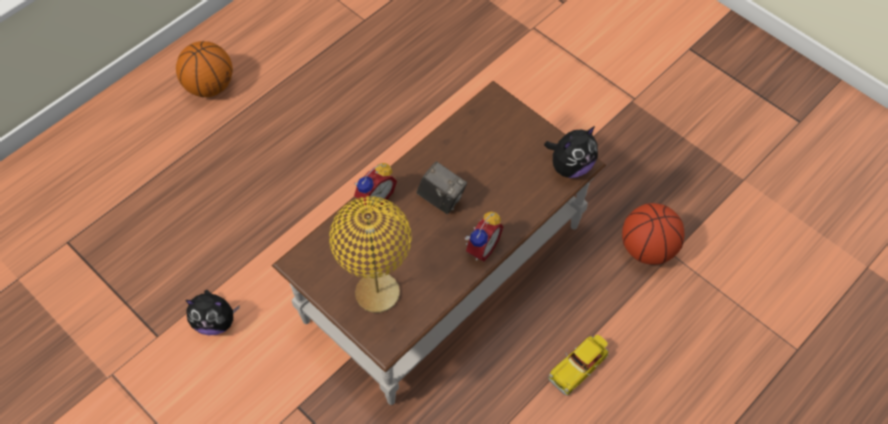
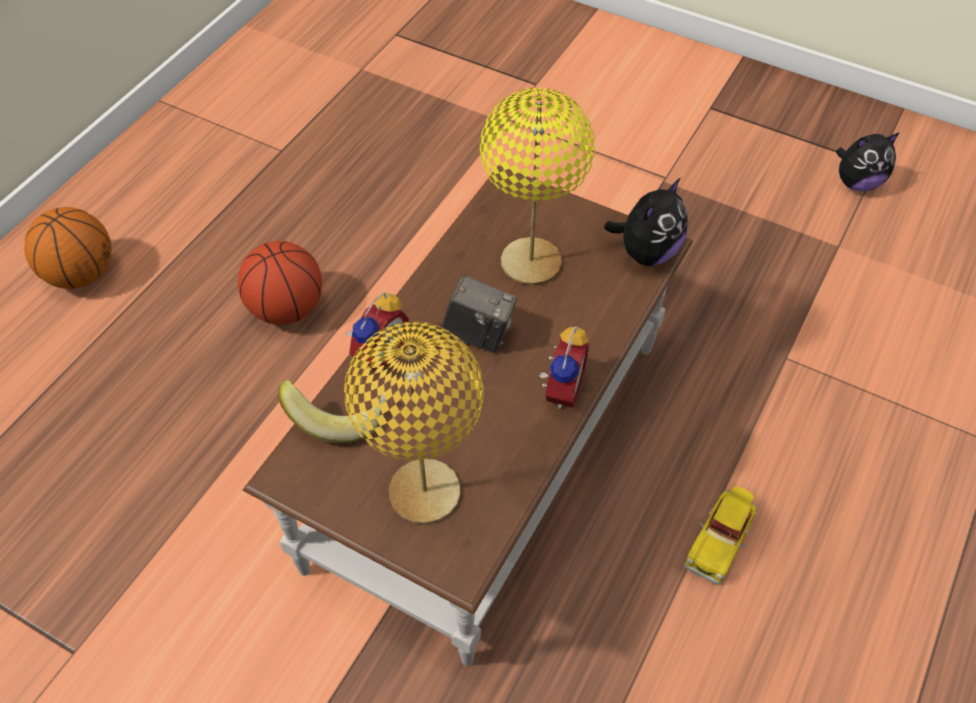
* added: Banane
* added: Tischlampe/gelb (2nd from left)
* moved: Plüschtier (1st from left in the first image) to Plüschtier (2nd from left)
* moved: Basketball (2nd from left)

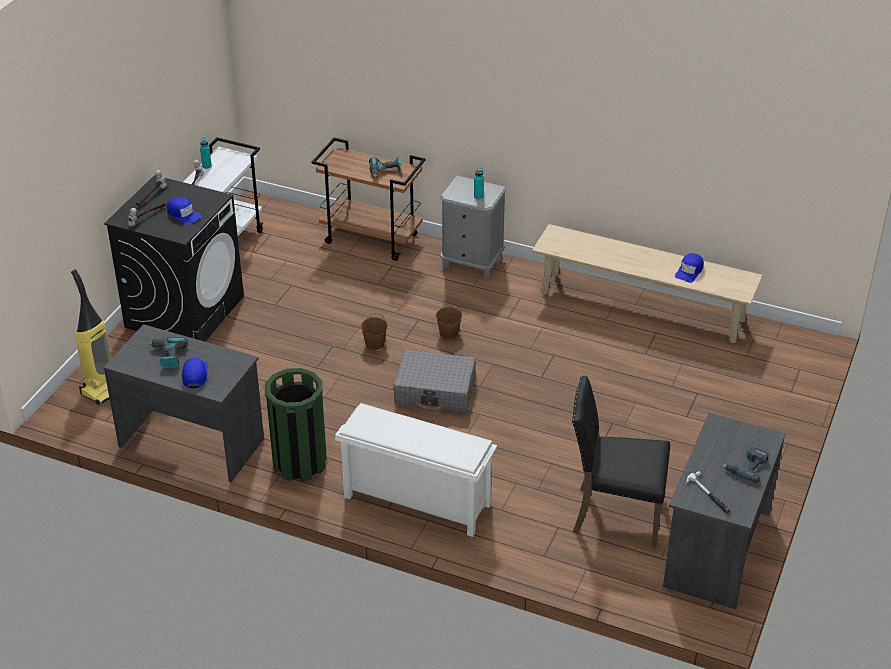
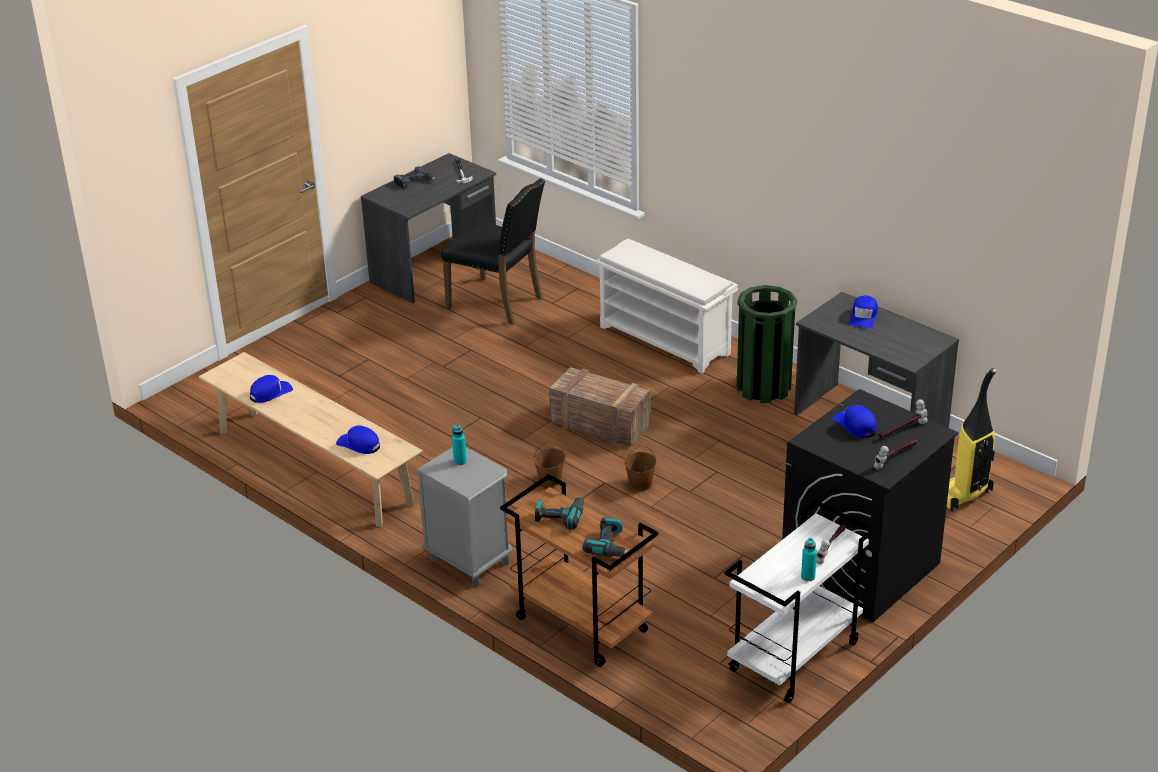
* added: Kappe/blau (2nd from left)
* moved: Bohrmaschine (1st from left in the first image) to Bohrmaschine (3rd from left)
* replaced: Koffer/grau to Kiste

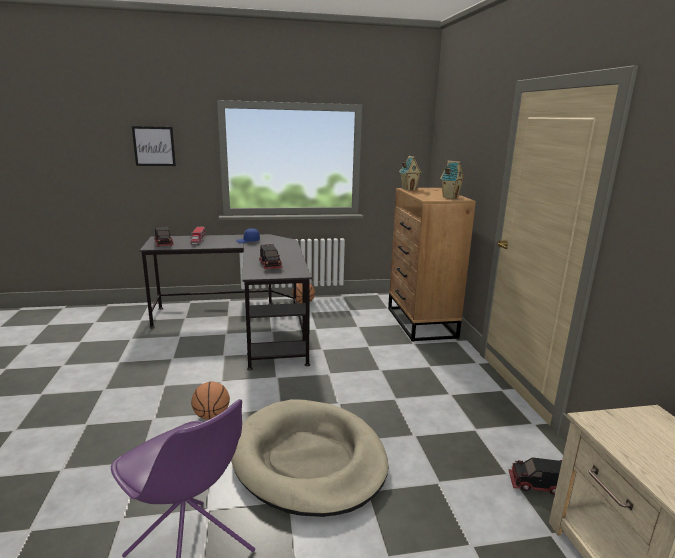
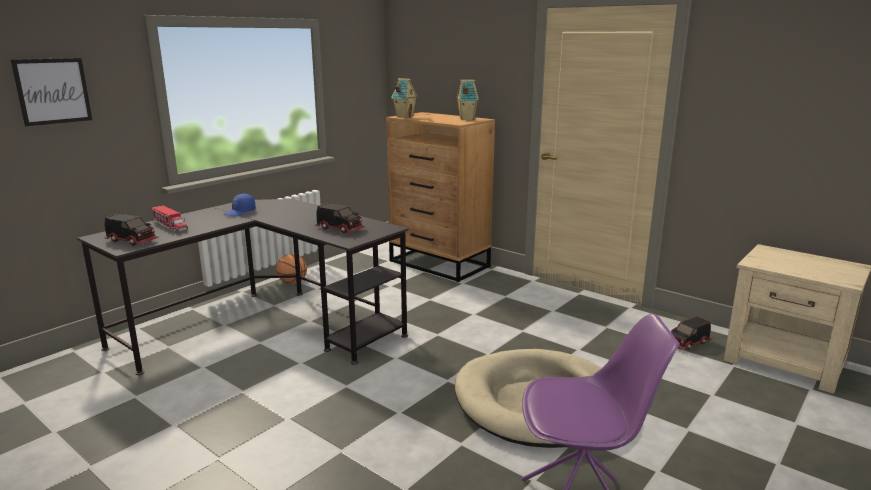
* removed: Basketball (1st from left)

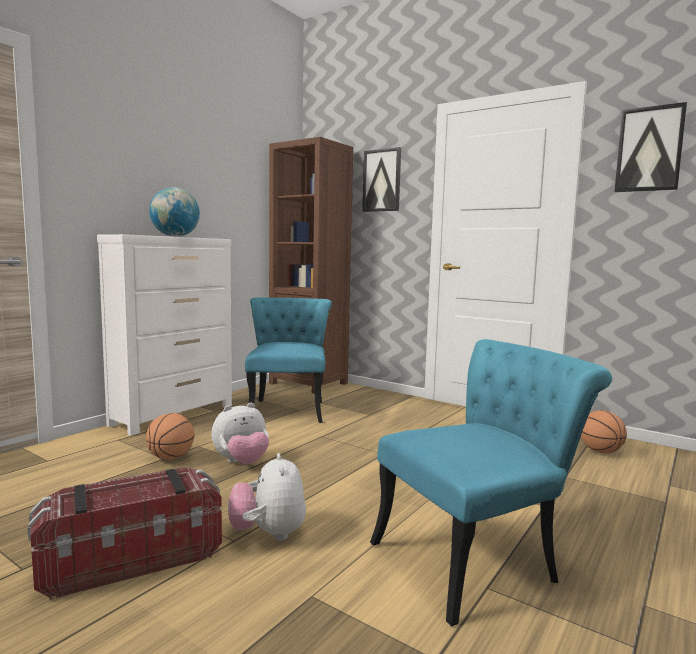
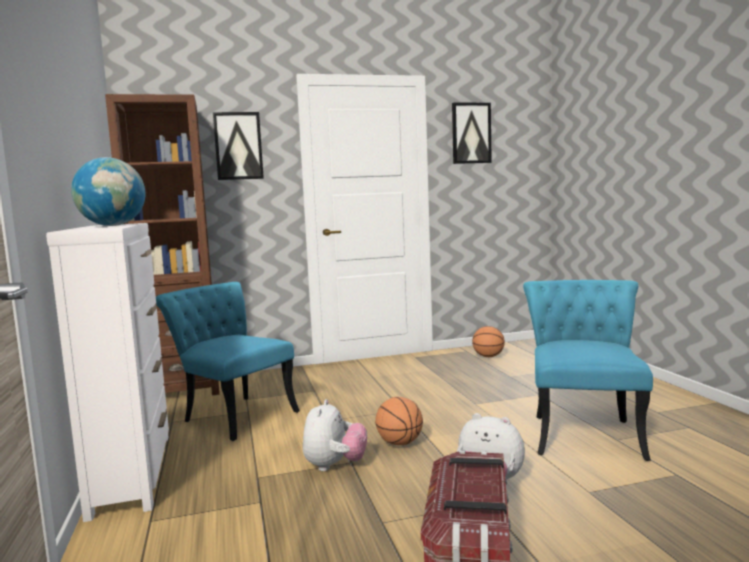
* moved: Basketball (1st from left)

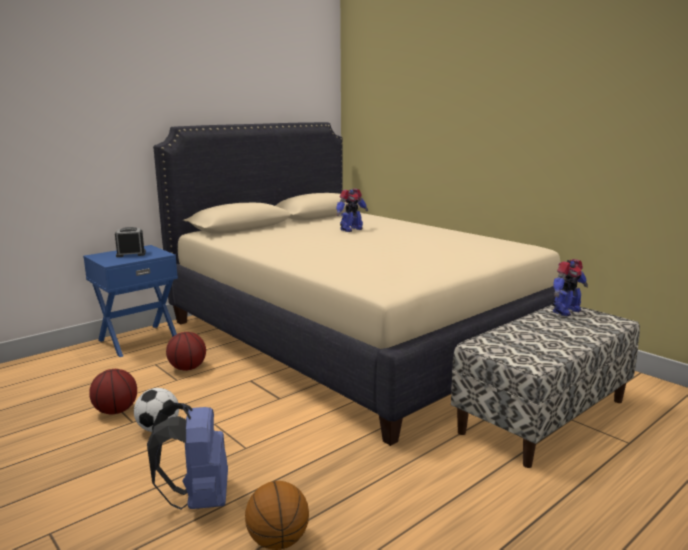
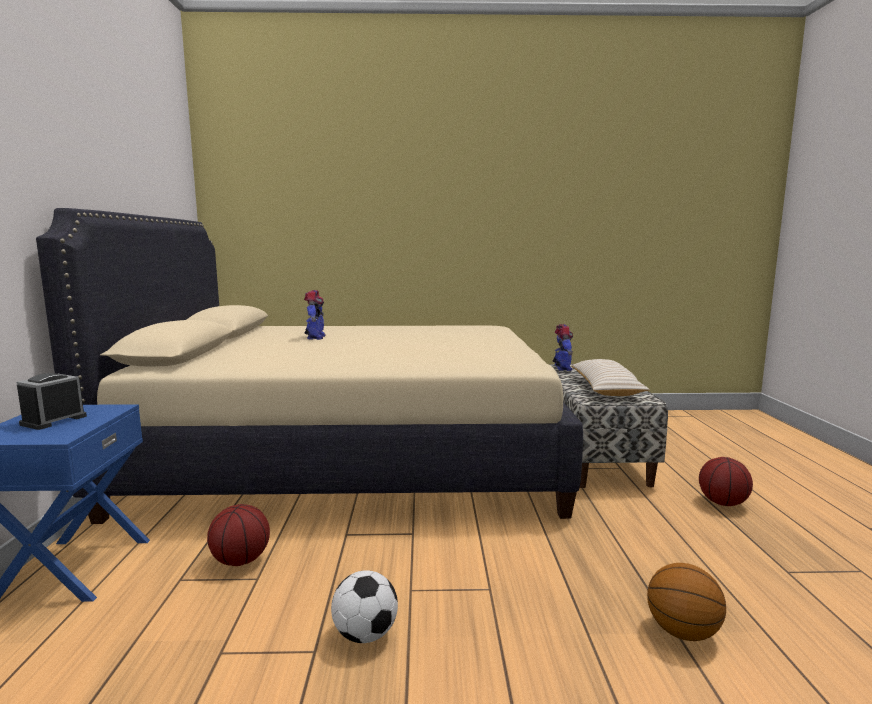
* removed: Rucksack/blau
* added: Kissen/beige
* moved: Basketball (1st from left in the first image) to Basketball (3rd from left)

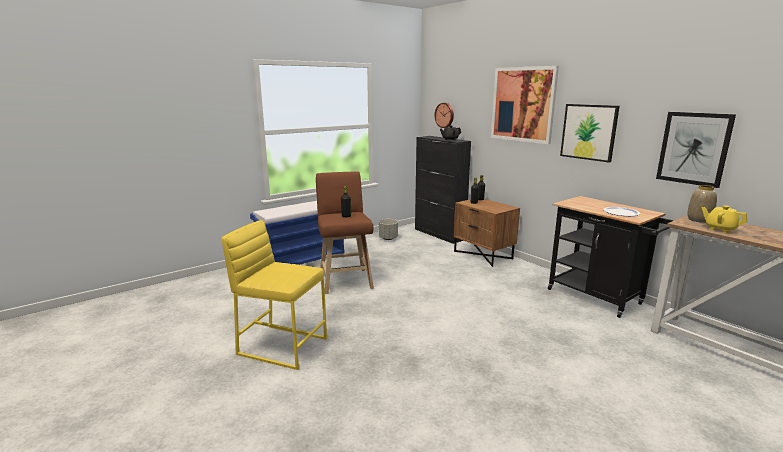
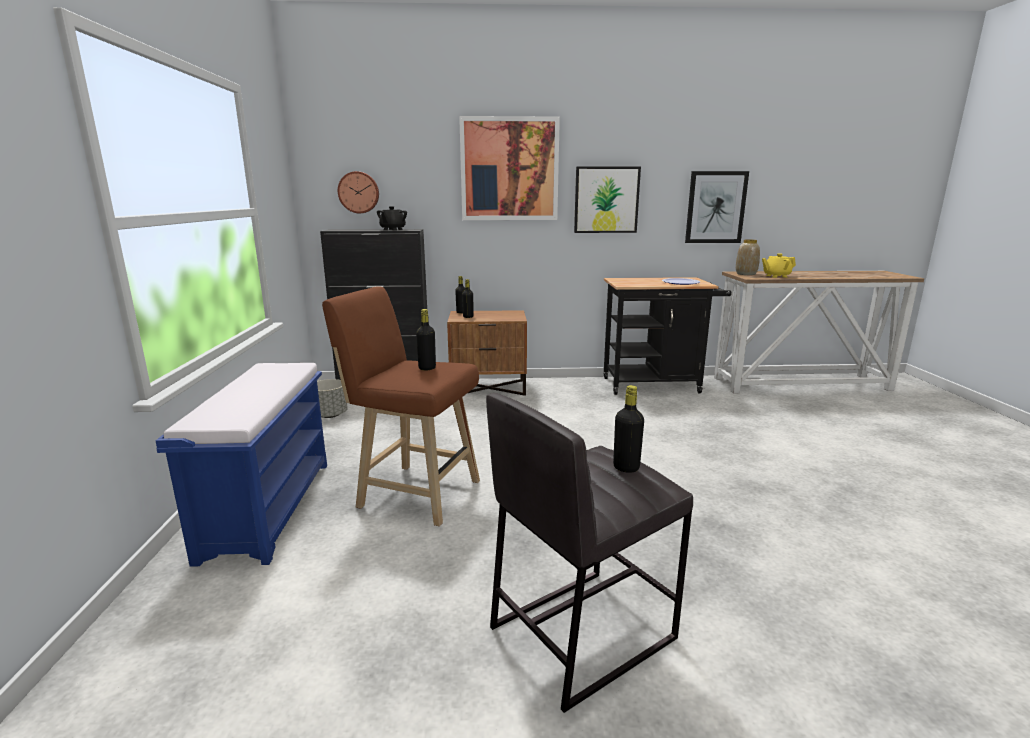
* added: Flasche/schwarz (4th from left)
* recoloured: Hocker/gelb to Hocker/grau

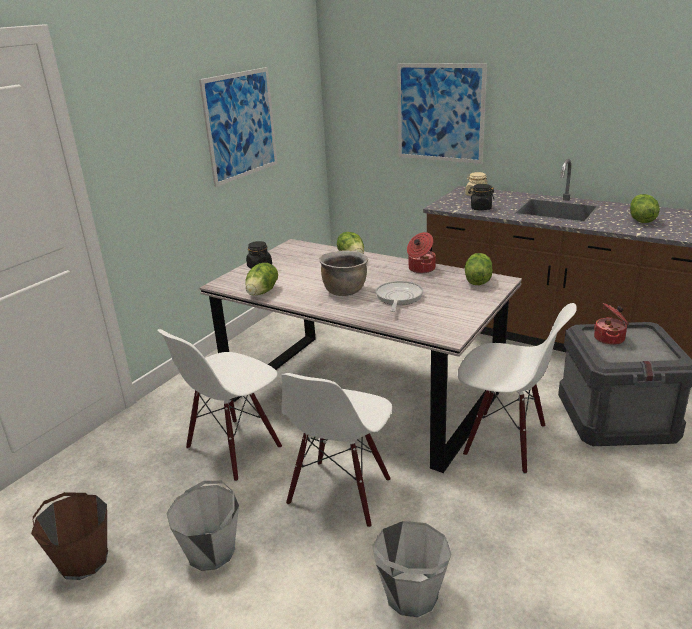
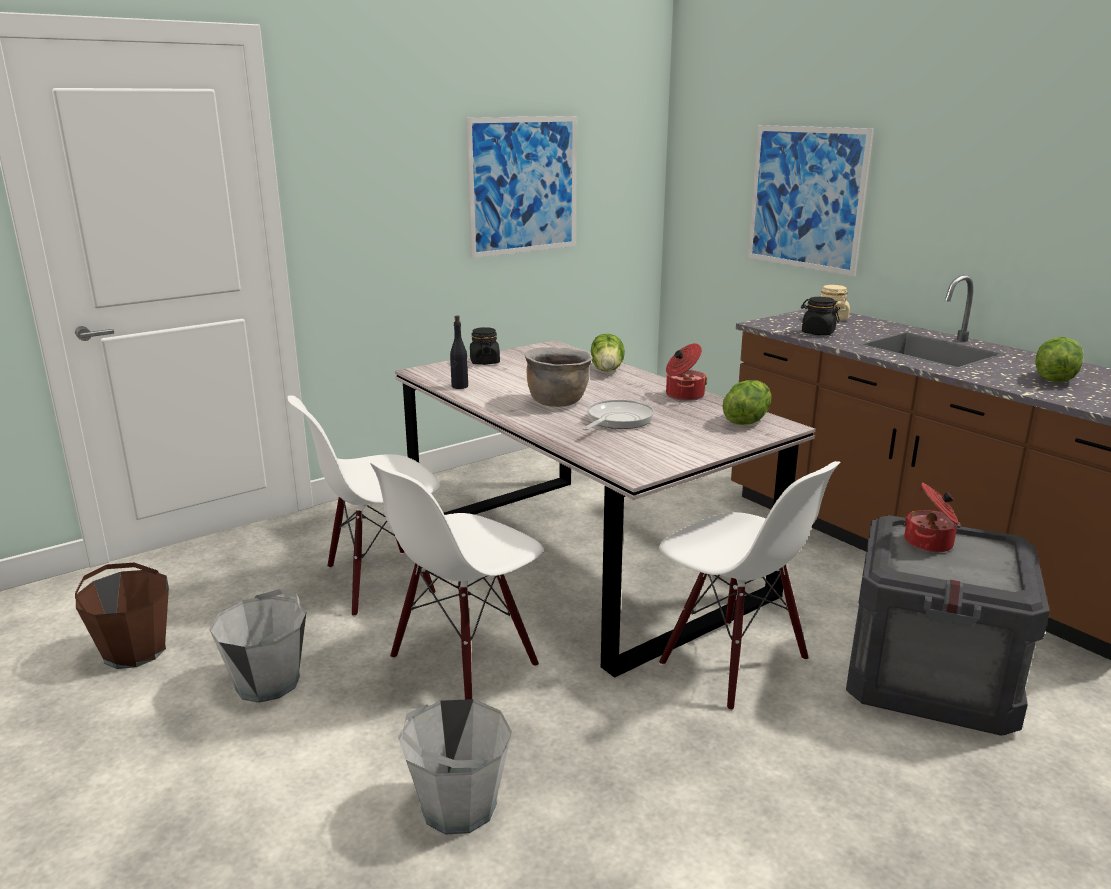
* replaced: Salatkopf (1st from left) to Flasche/schwarz

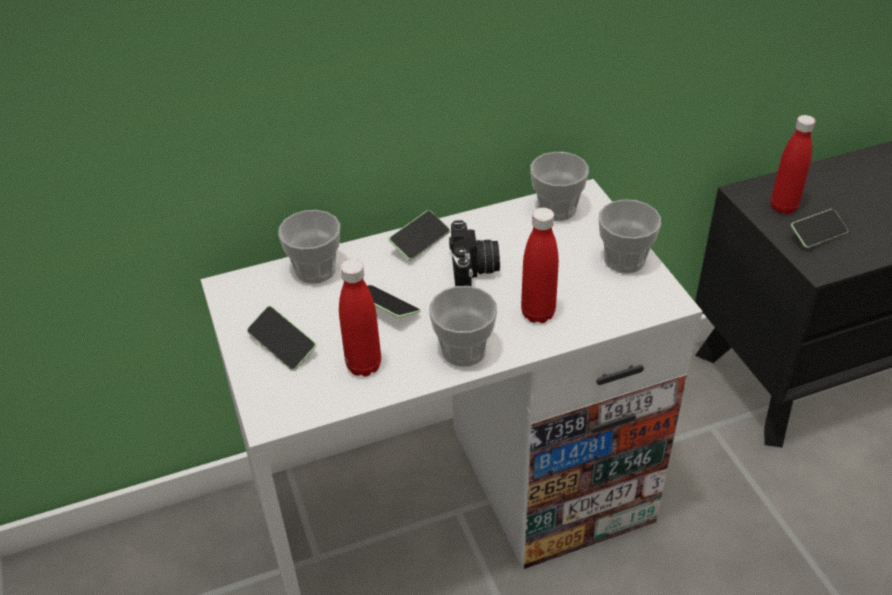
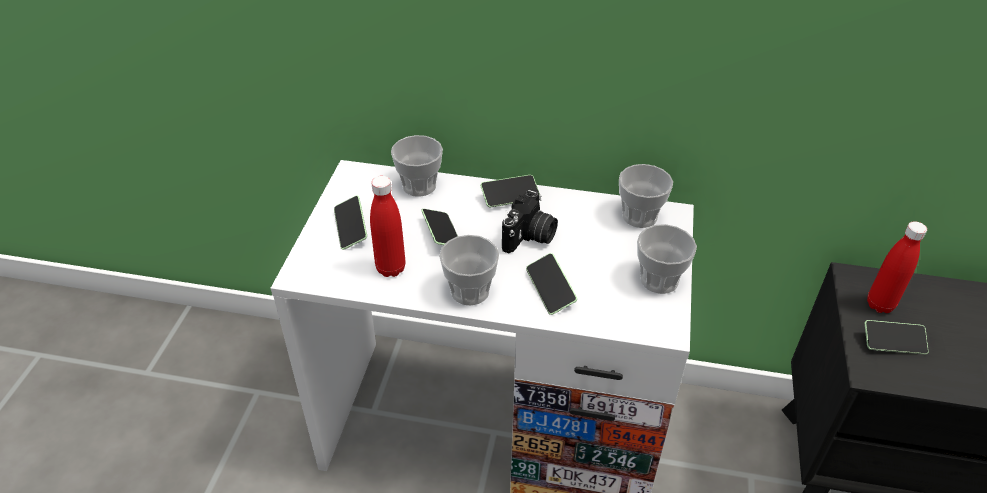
* replaced: Flasche/rot (2nd from left) to Handy (4th from left)

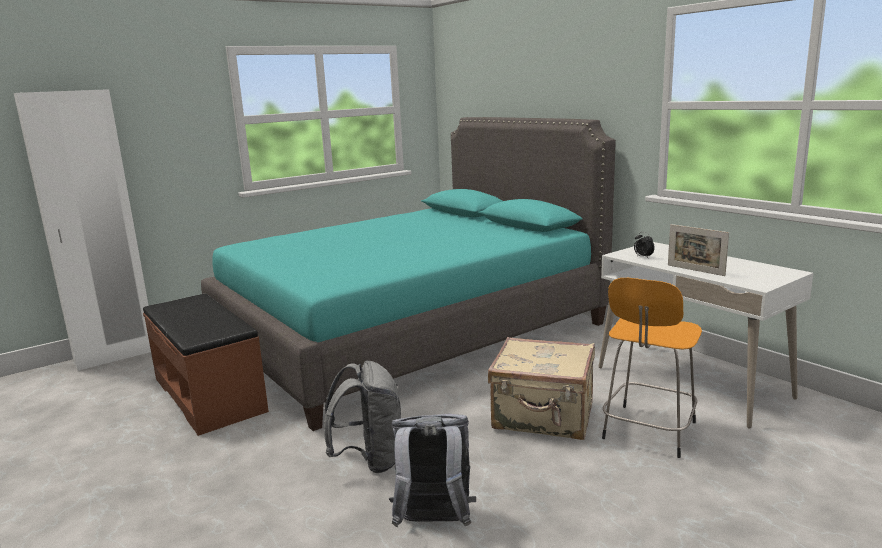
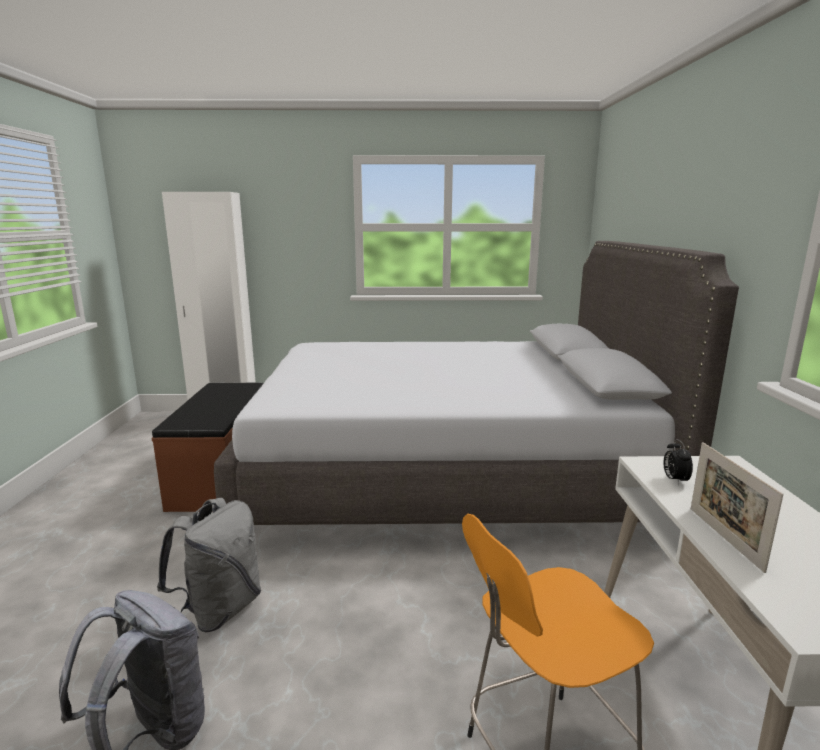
* removed: Koffer/beige
* recoloured: Bett/türkis to Bett/grau

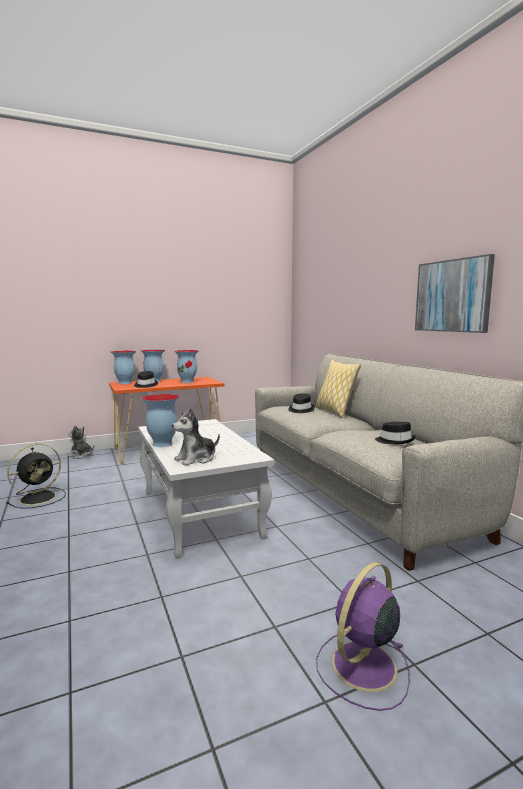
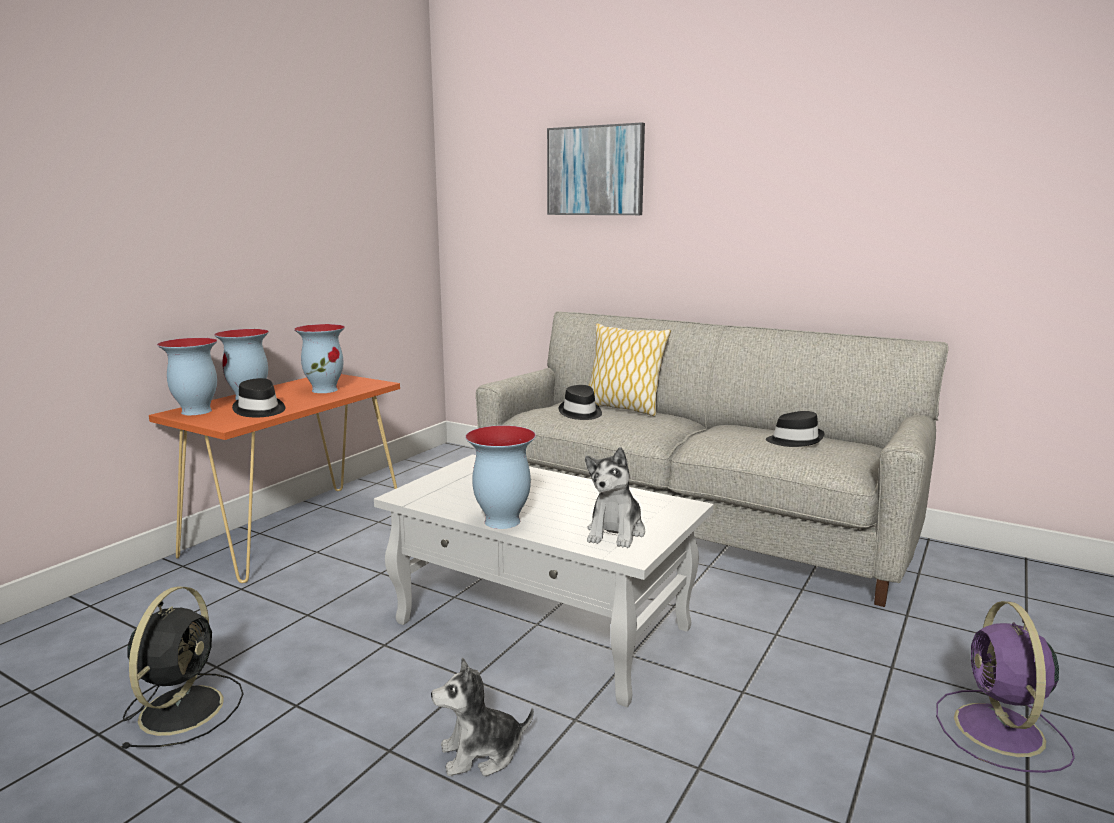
* moved: Plüschtier (1st from left)
* moved: Bild

